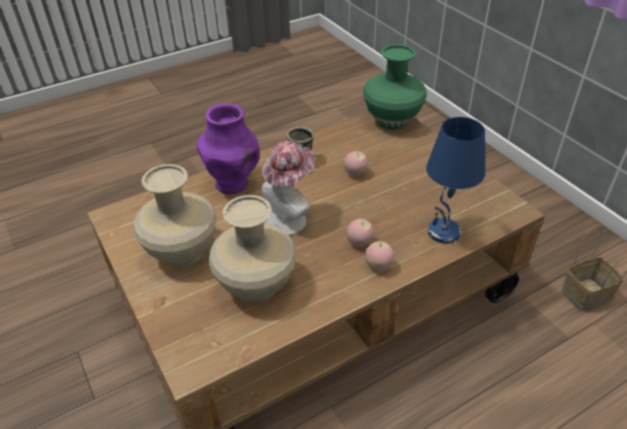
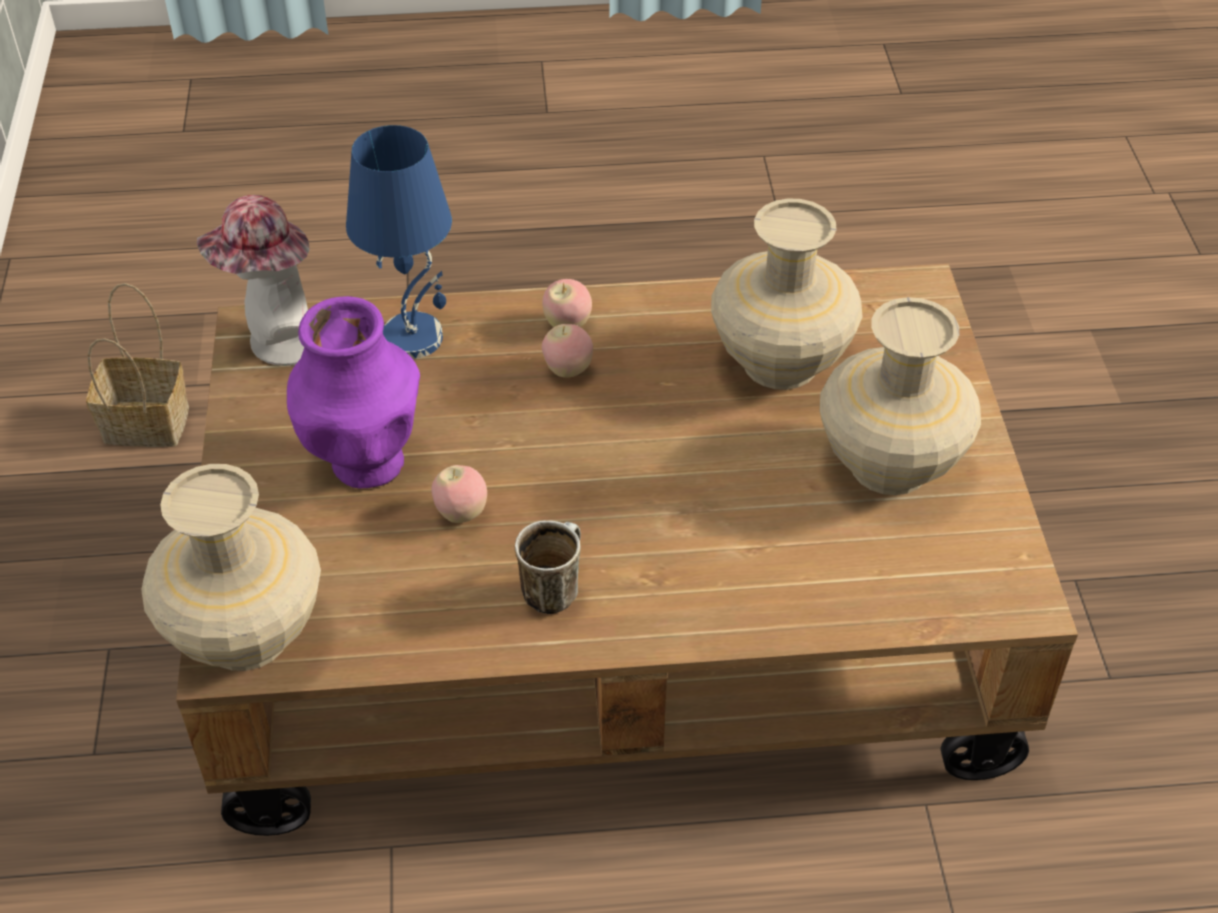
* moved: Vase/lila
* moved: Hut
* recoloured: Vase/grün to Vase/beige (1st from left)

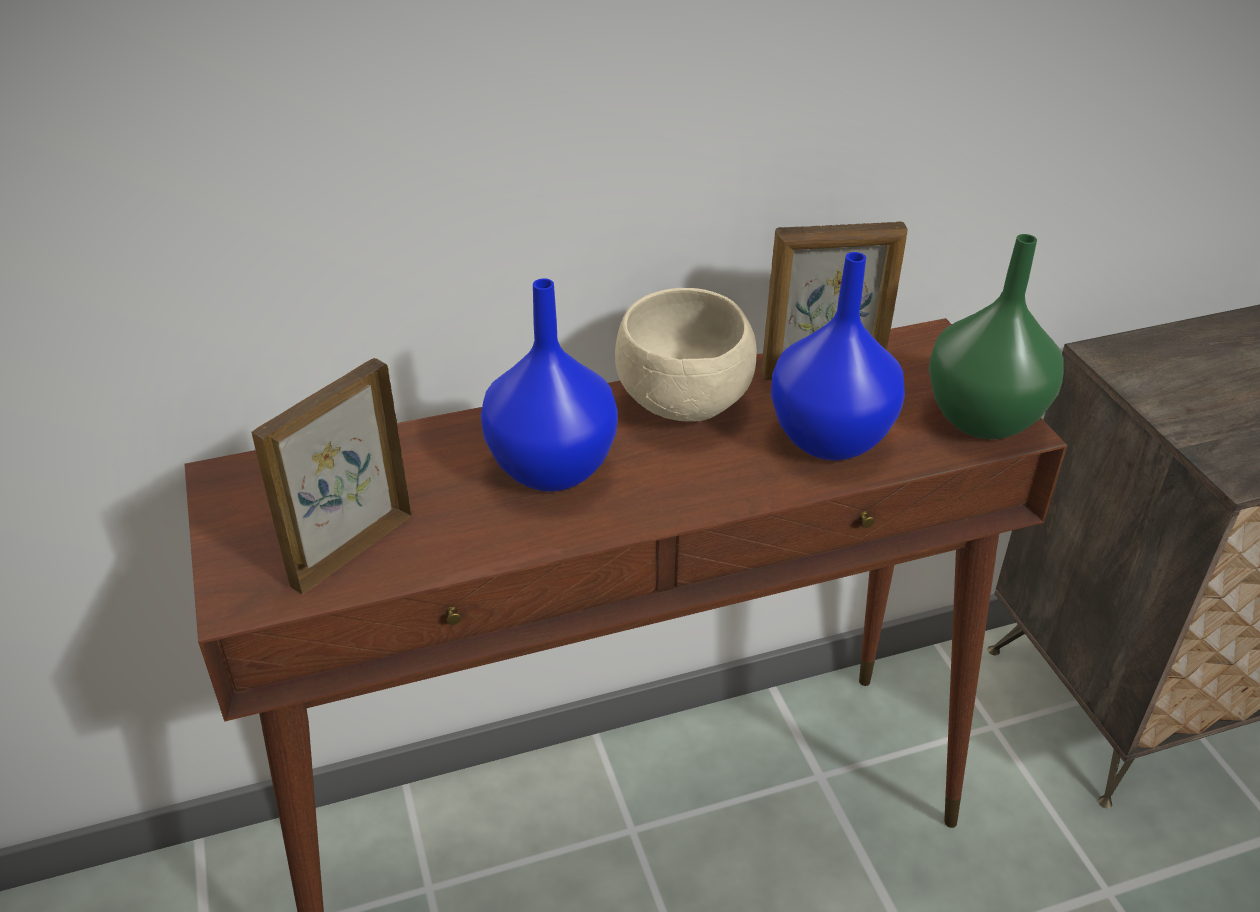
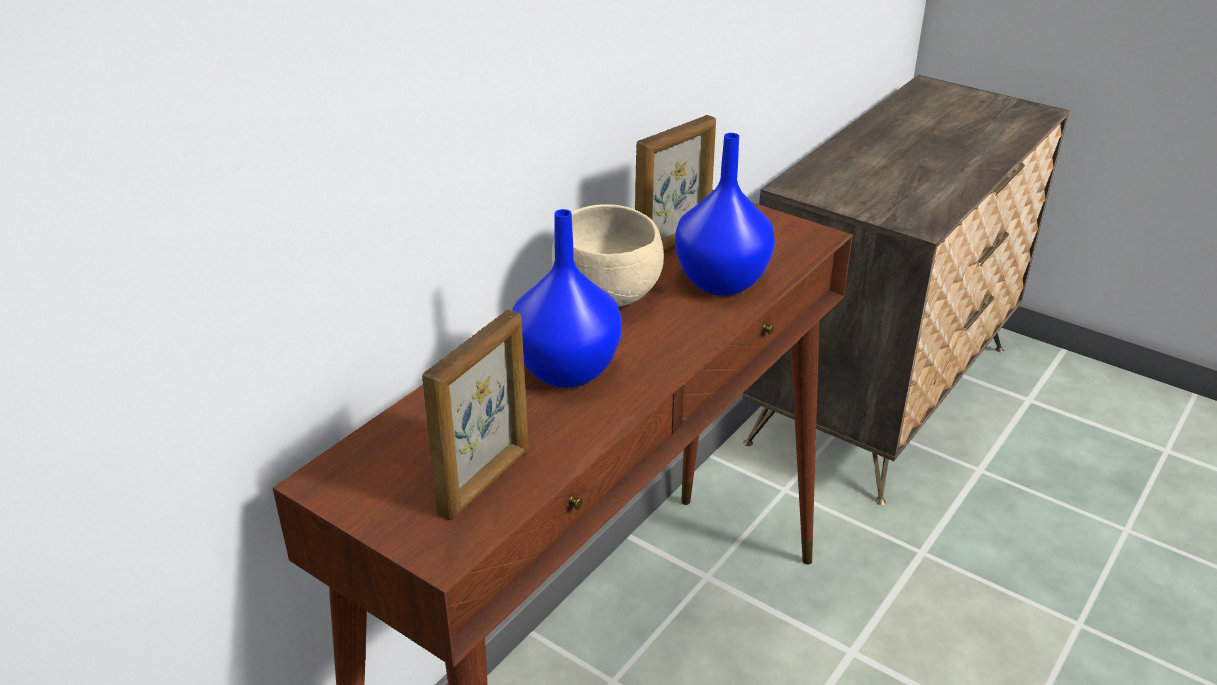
* removed: Vase/grün
* turned: Bilderrahmen (1st from left) 150 degrees counterclockwise

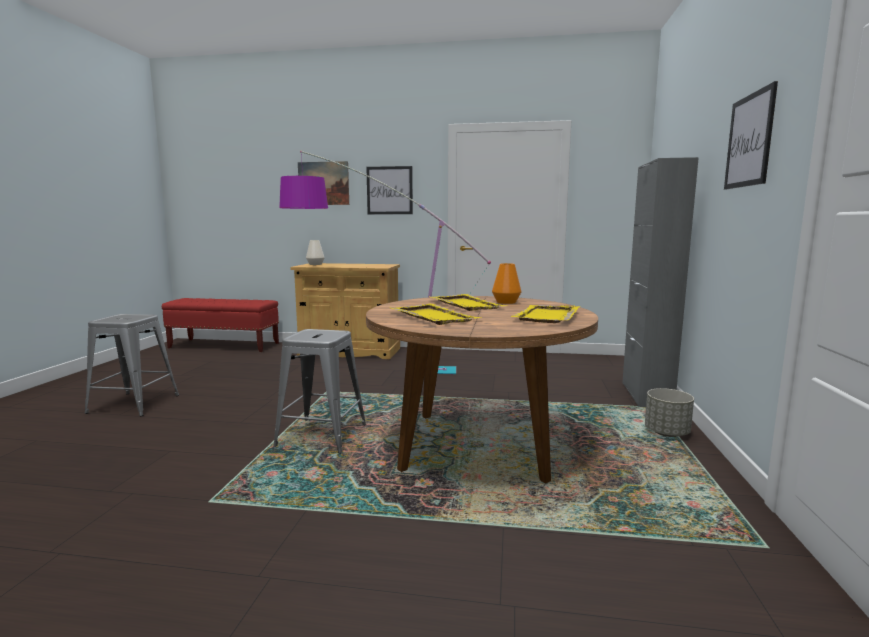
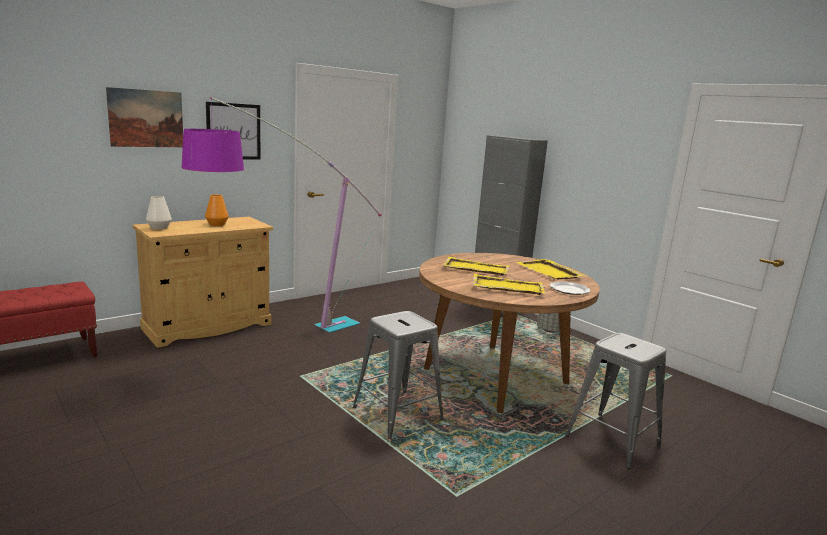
* removed: Bild (3rd from left)
* added: Teller
* moved: Hocker/grau (1st from left in the first image) to Hocker/grau (2nd from left)
* moved: Vase/orange

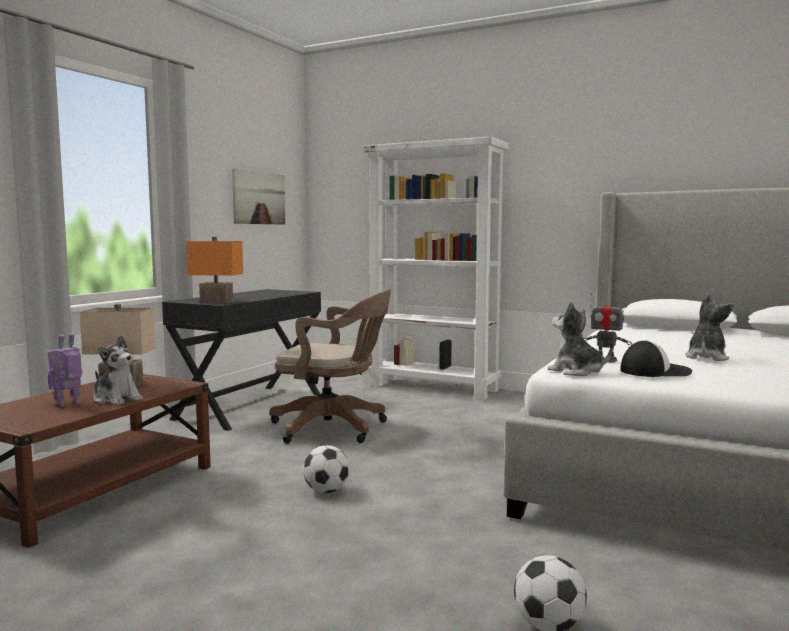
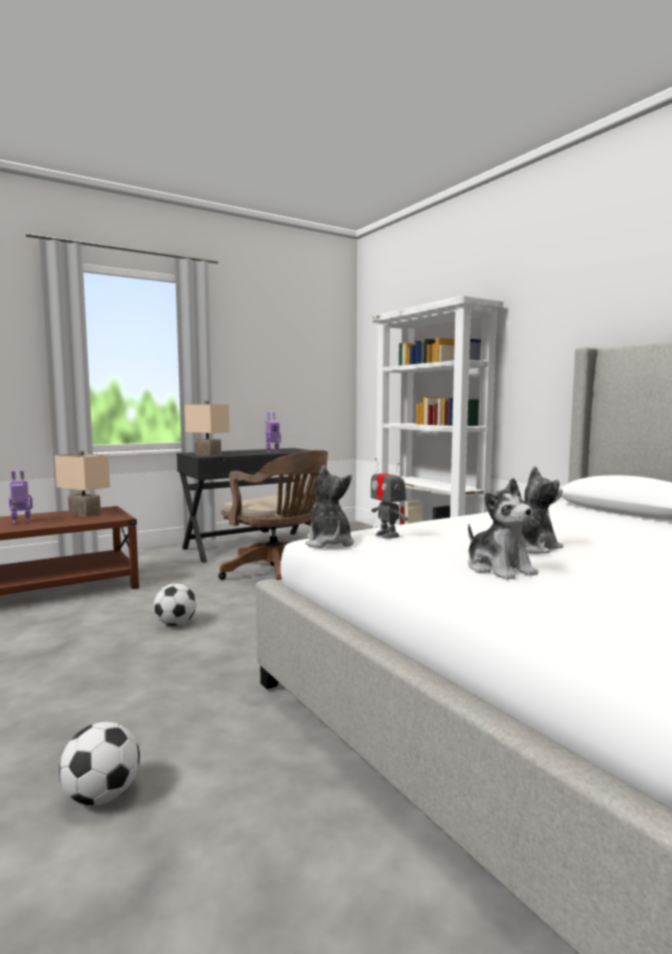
* removed: Bild
* removed: Kappe
* added: Spielzeugroboter (2nd from left)
* moved: Plüschtier (1st from left in the first image) to Plüschtier (2nd from left)
* recoloured: Tischlampe/orange to Tischlampe/beige (2nd from left)

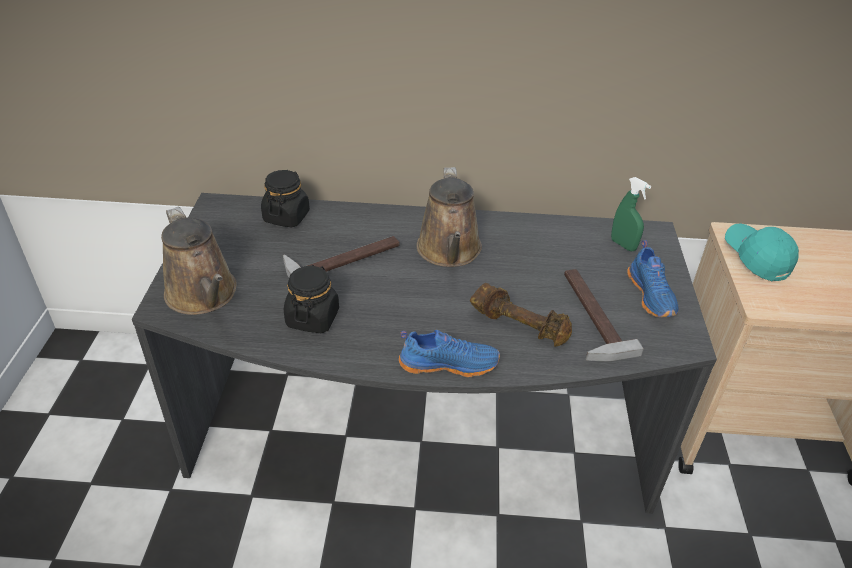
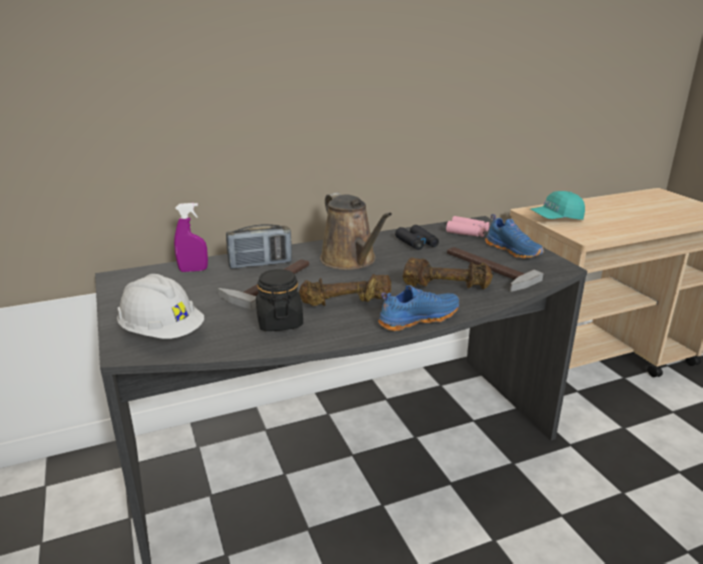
* added: Radio
* added: Hantel/braun (1st from left)
* added: Fernglas/schwarz
* replaced: Gießkanne/braun (1st from left) to Schutzhelm/weiß
* replaced: Vorratsglas/schwarz (1st from left) to Sprühflasche/lila
* replaced: Sprühflasche/grün to Fernglas/rosa
* turned: Kappe/türkis 60 degrees counterclockwise

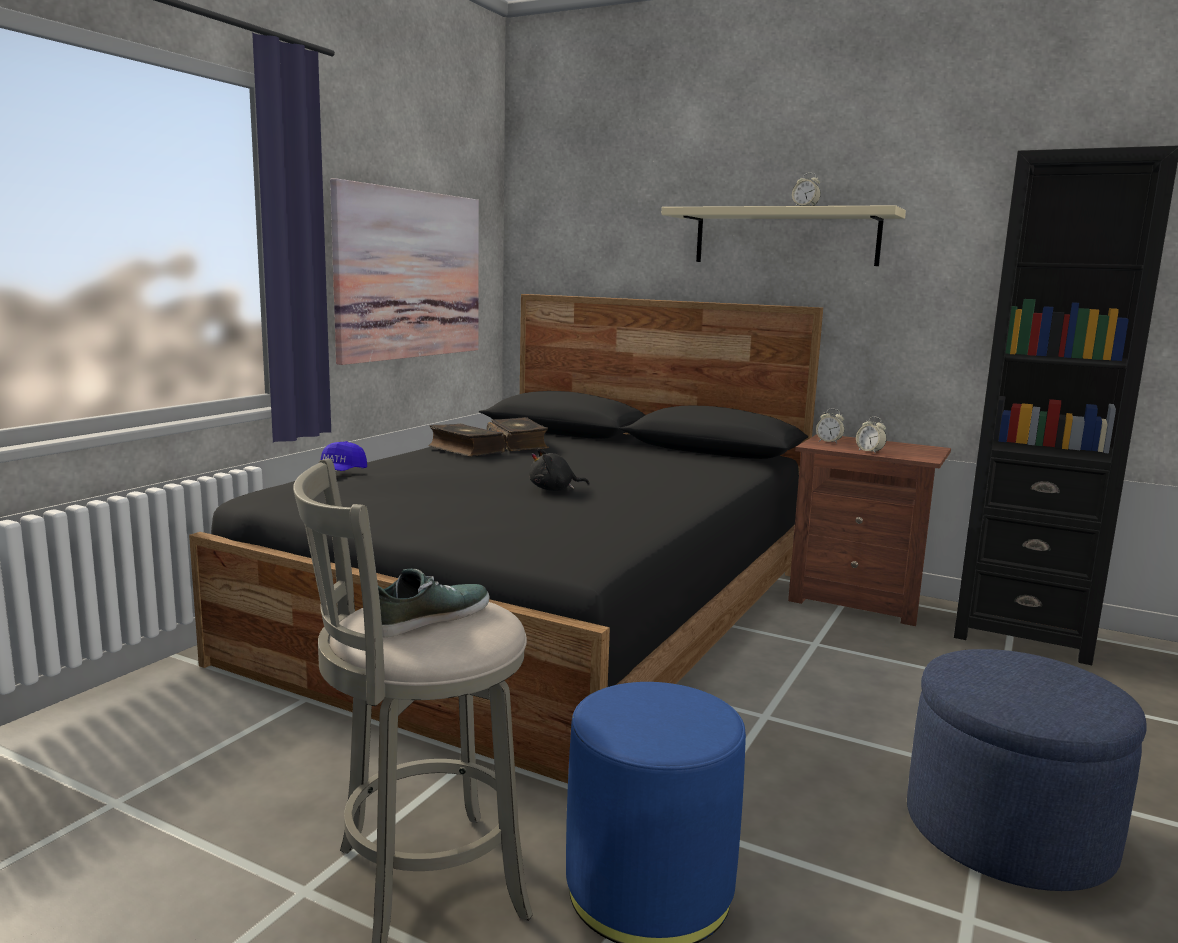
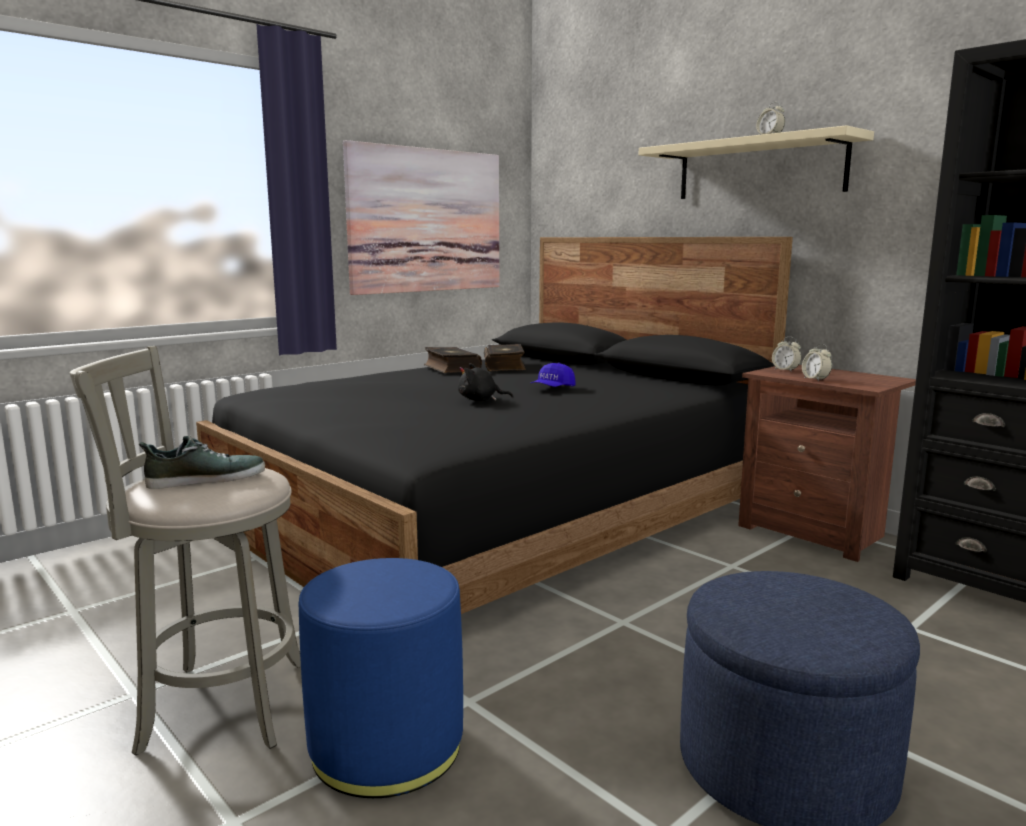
* moved: Kappe/blau

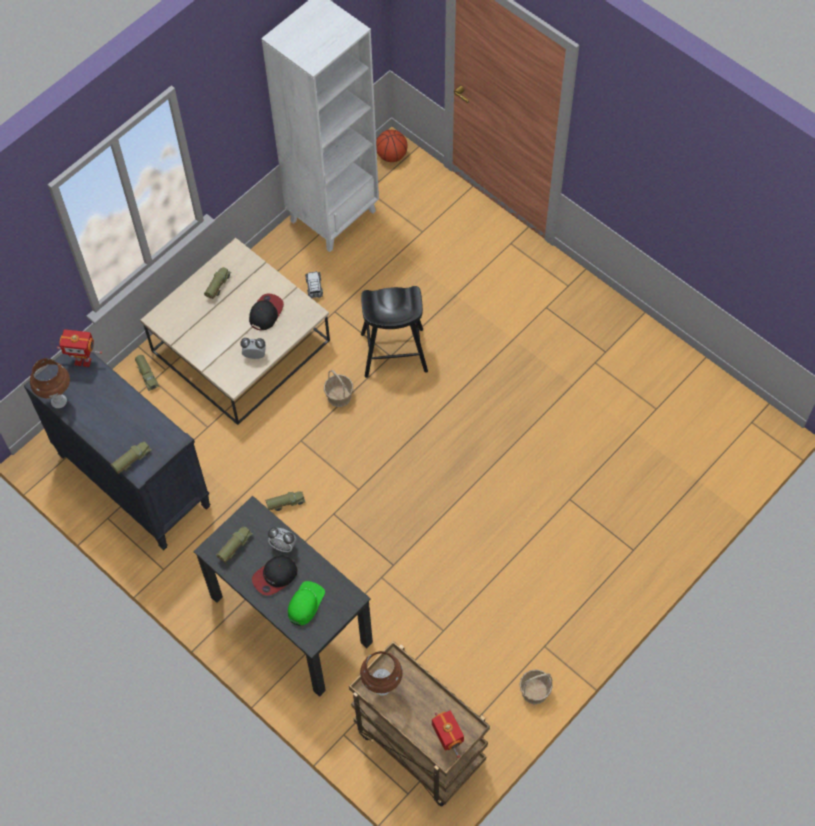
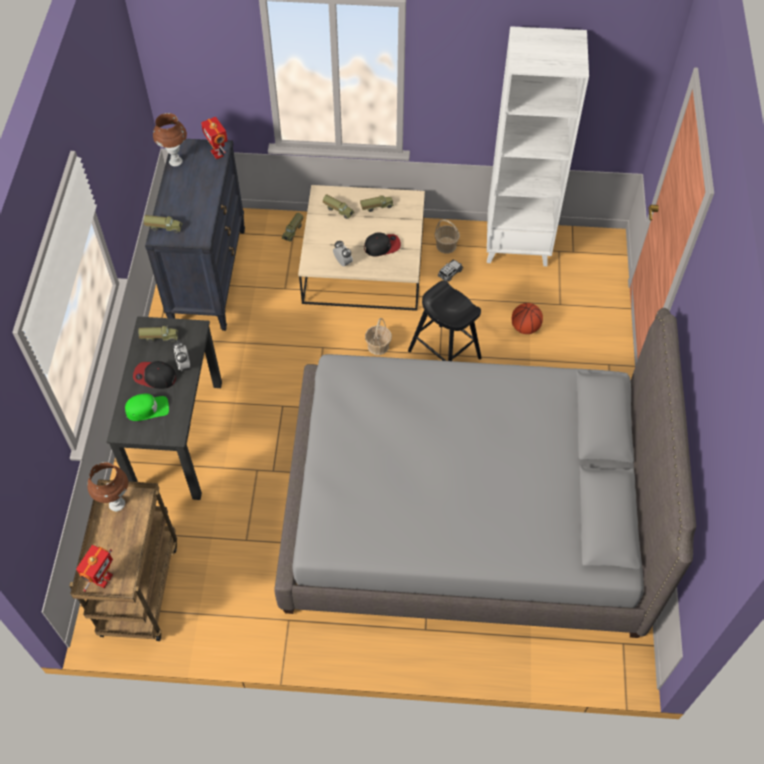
* added: Bett/grau
* moved: Spielzeuglaster (5th from left in the first image) to Spielzeuglaster (4th from left)
* moved: Basketball
* moved: Korb (2nd from left)

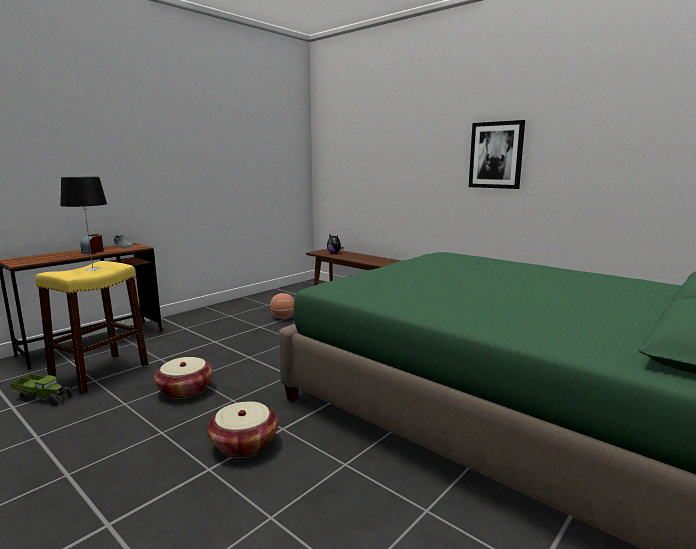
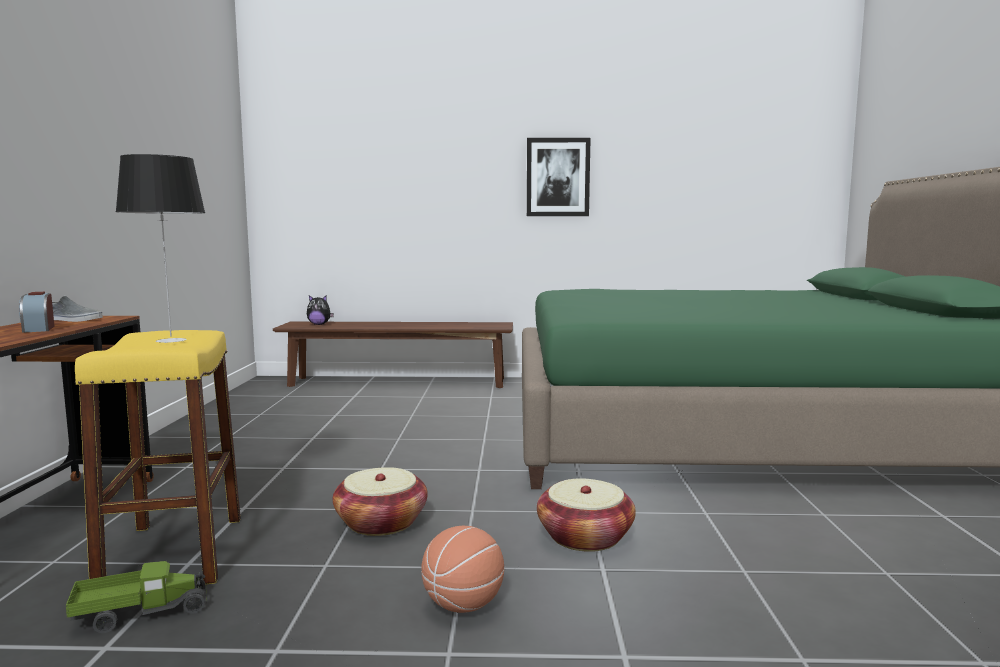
* moved: Basketball

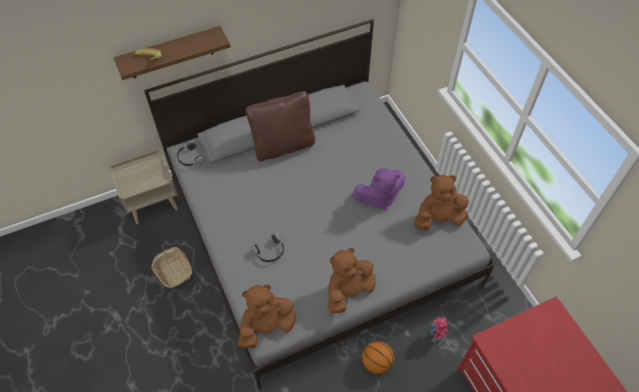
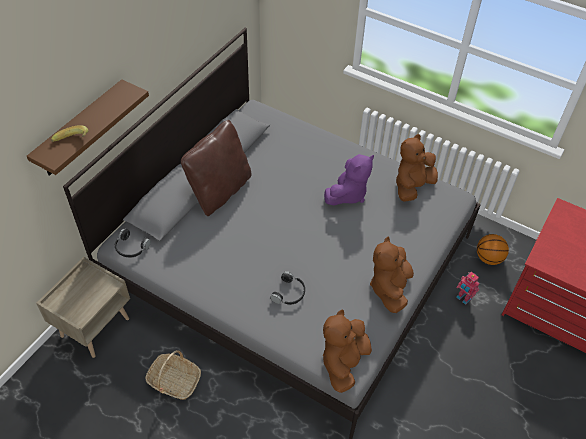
* moved: Basketball

